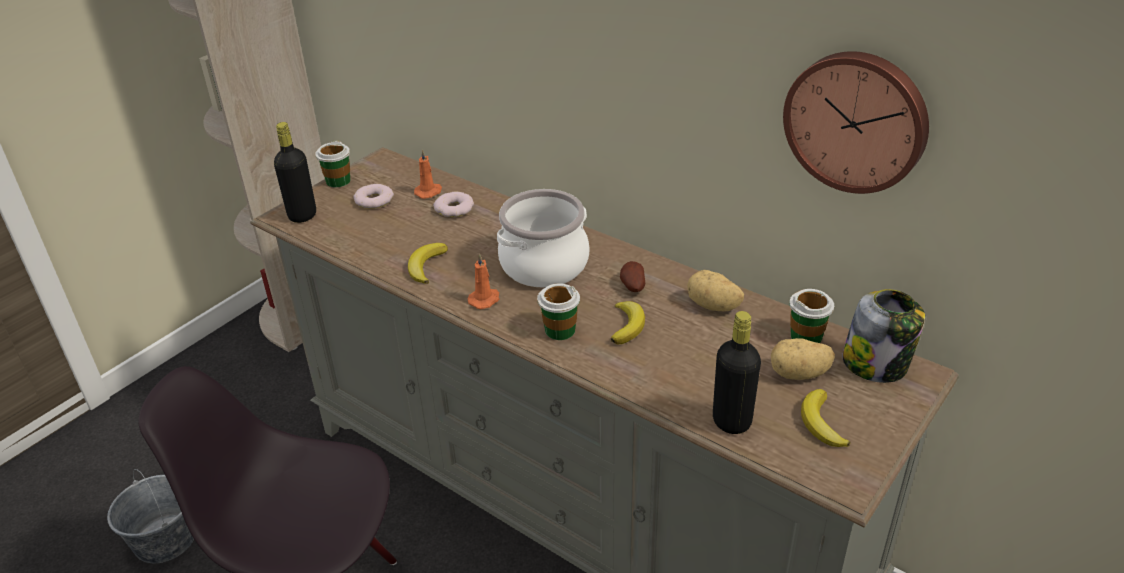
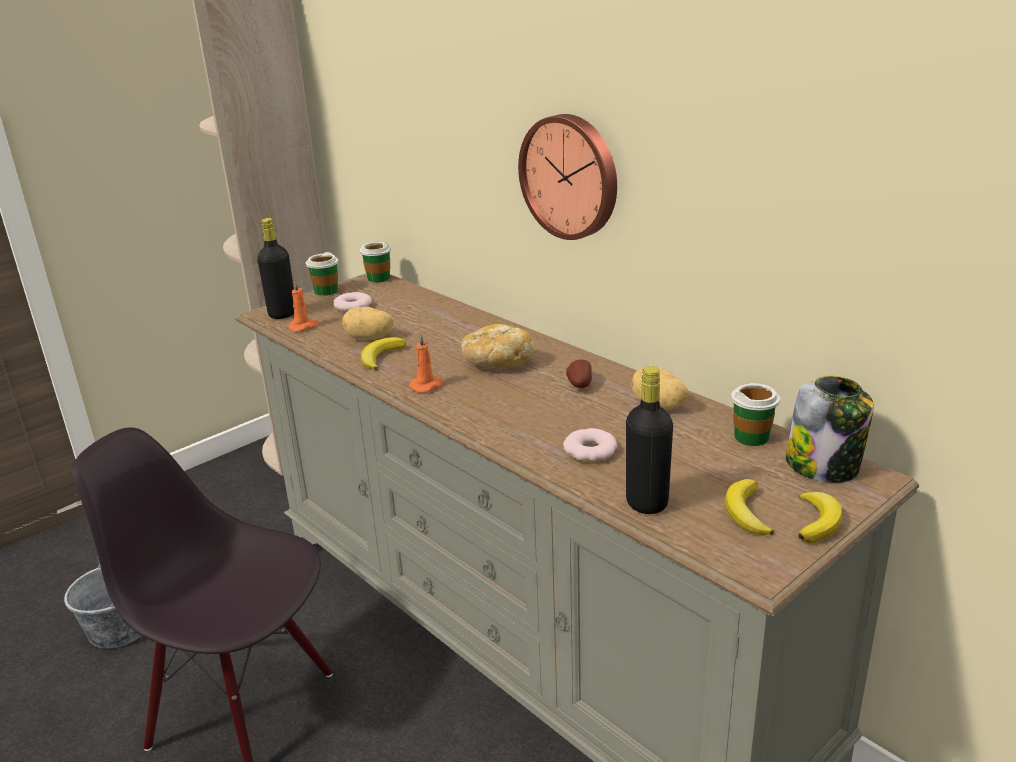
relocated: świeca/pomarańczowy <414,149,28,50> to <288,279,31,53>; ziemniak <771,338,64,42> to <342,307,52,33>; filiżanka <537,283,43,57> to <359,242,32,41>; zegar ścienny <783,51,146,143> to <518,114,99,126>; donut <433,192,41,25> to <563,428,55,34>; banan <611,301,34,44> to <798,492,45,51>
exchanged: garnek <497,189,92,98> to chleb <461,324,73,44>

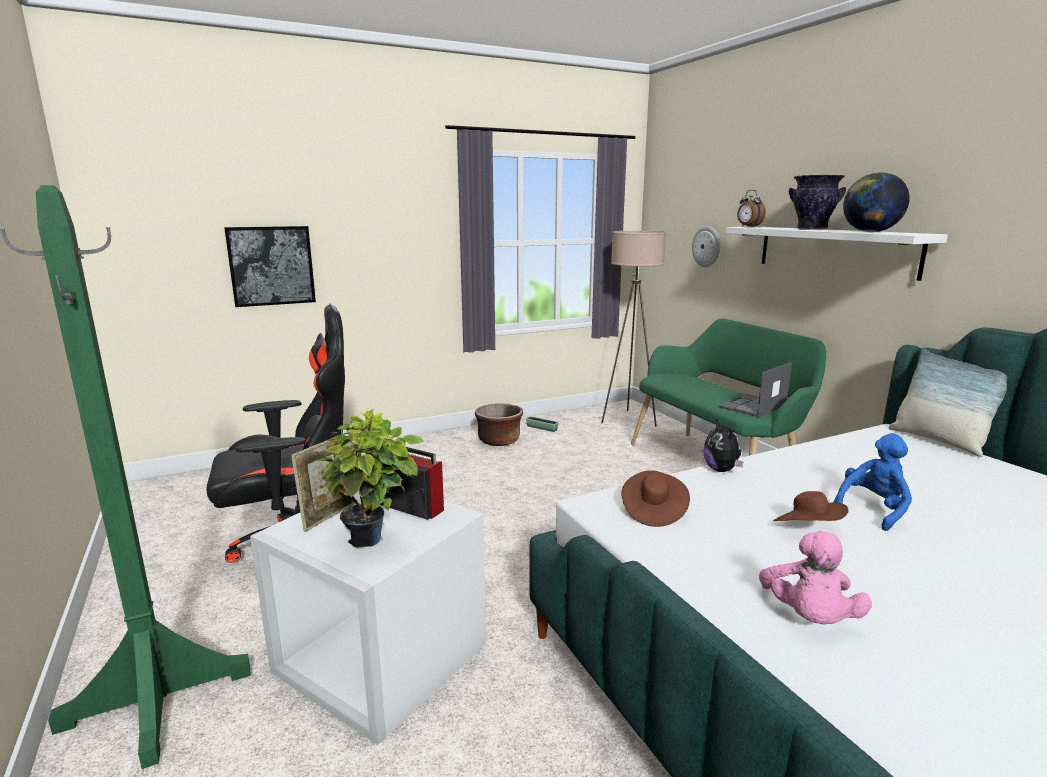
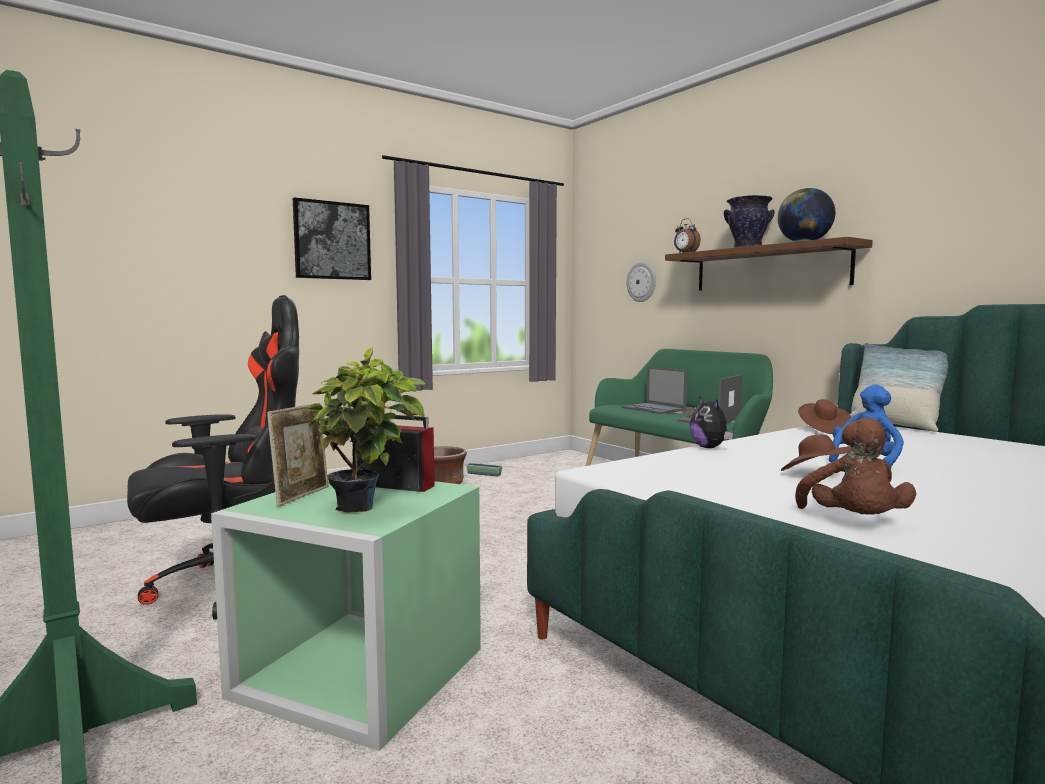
missing: lampa stojąca/beżowy <601,231,65,196>
appeared: laptop <621,367,66,47>
relocated: obraz <224,226,92,81> to <293,197,78,83>; kapelusz/brązowy <622,470,68,57> to <798,399,53,35>
colour: pojemnik do przechowywania/biały <250,490,236,255> to pojemnik do przechowywania/zielony <211,470,270,281>; półka/biały <726,226,222,55> to półka/brązowy <665,237,208,54>; pluszak/różowy <759,531,113,93> to pluszak/brązowy <795,418,121,96>

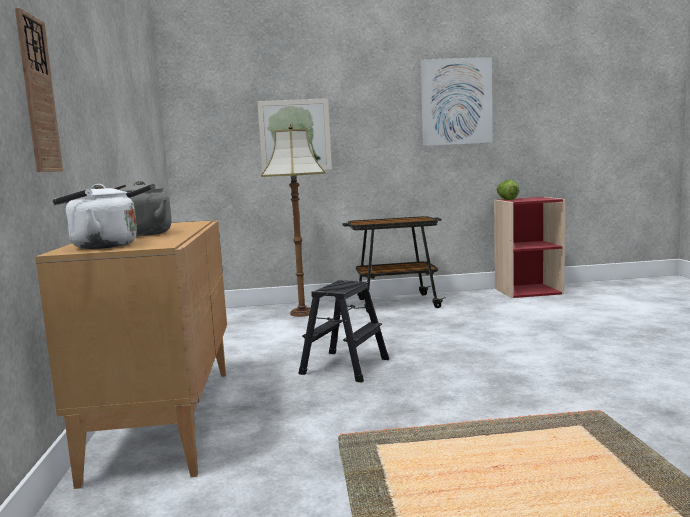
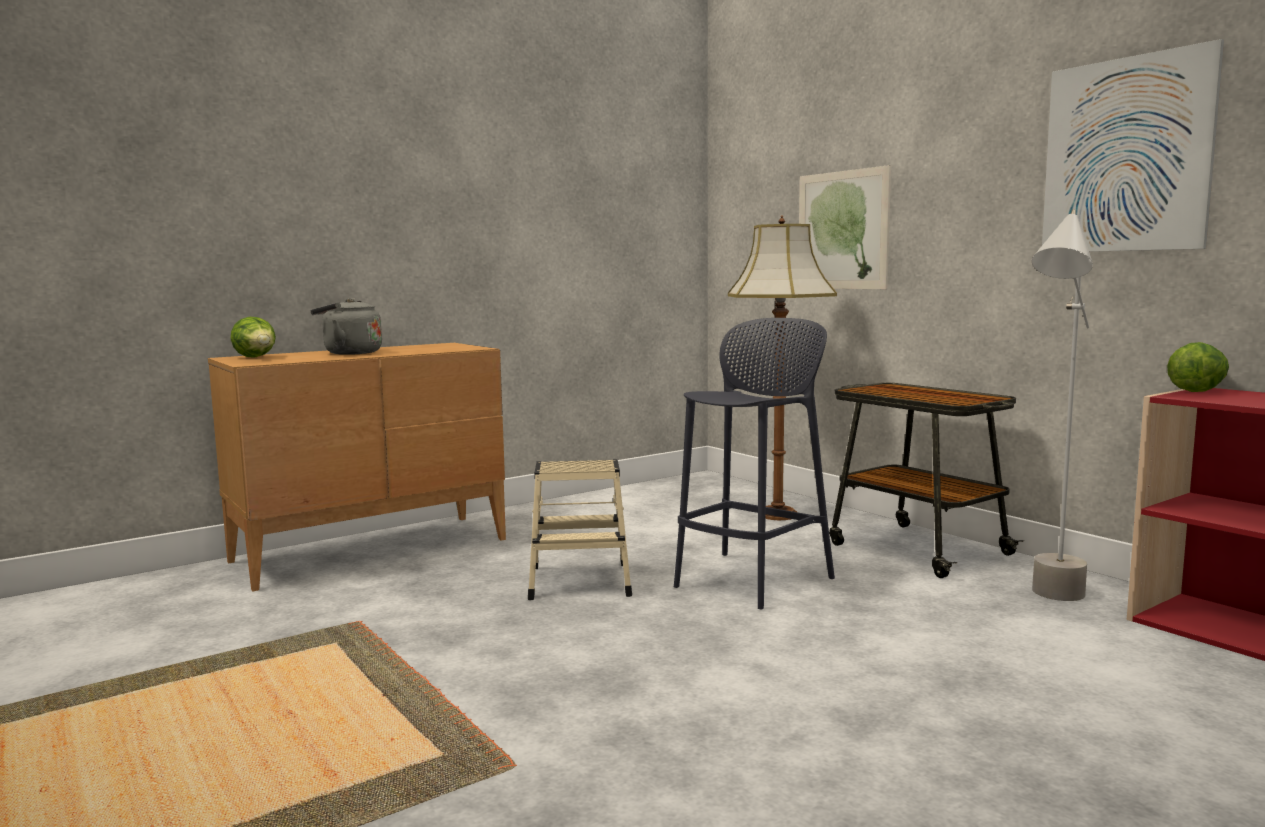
missing: zegar ścienny <15,8,48,164>
appeared: stołek/szary <674,318,161,291>; lampa stojąca/szary <1032,209,61,392>
exchanged: czajnik/biały <53,184,84,65> to sałata <231,317,45,41>
colour: drabinka/czarny <298,280,91,103> to drabinka/beżowy <528,459,104,141>

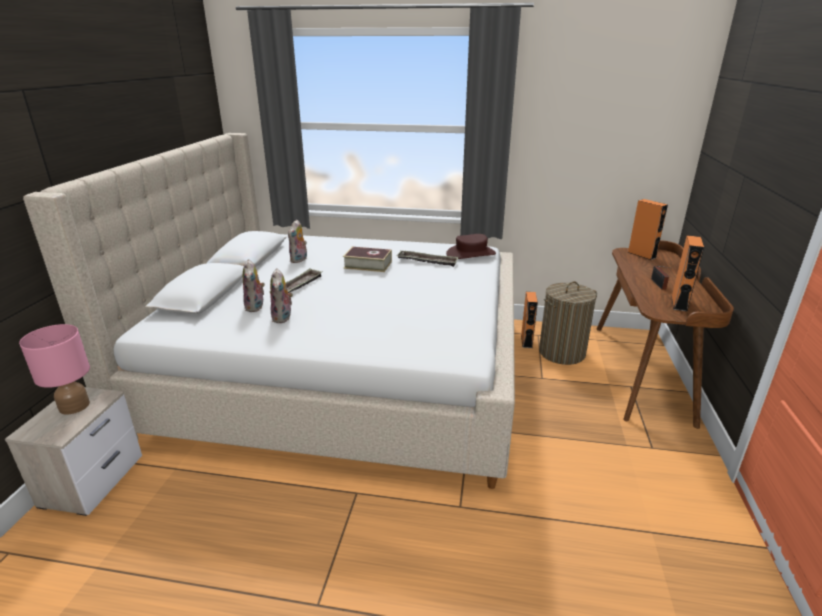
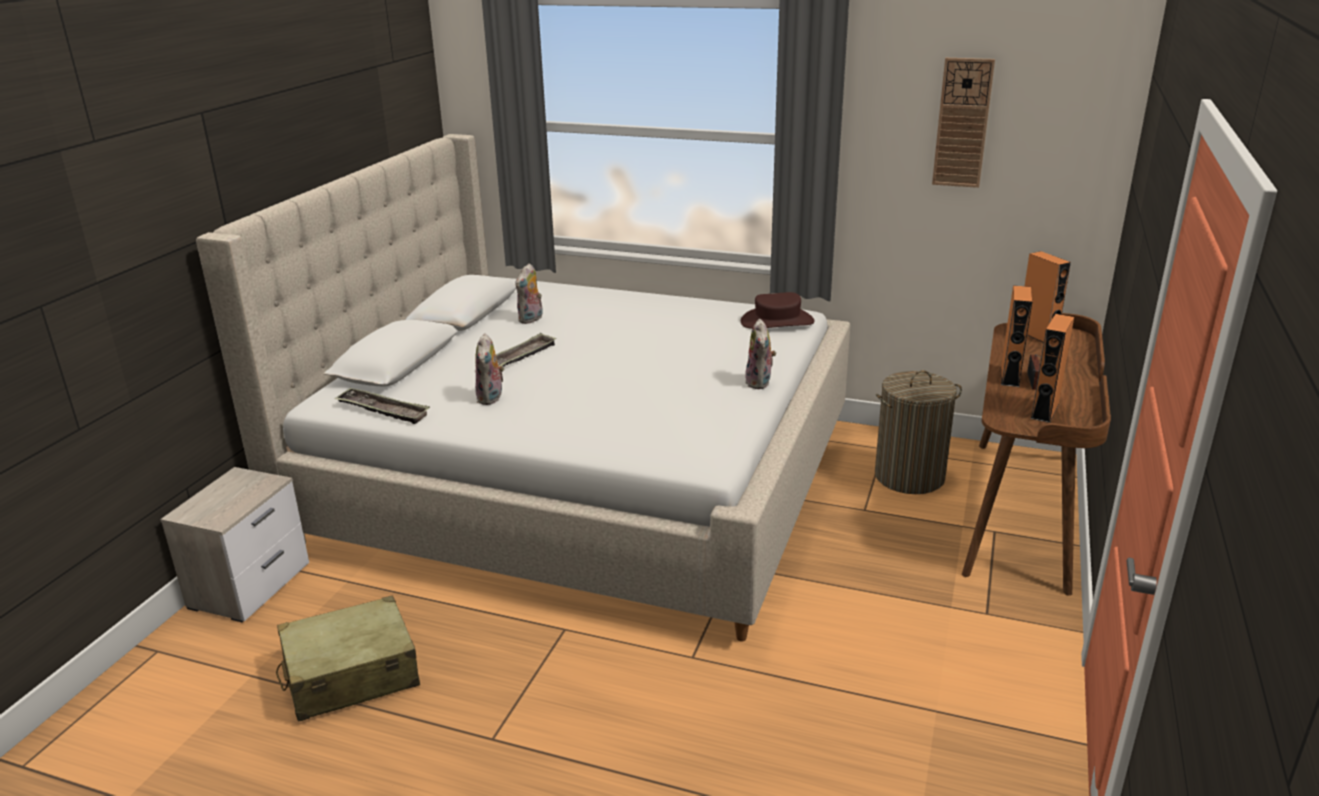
missing: lampa stołowa/różowy <19,324,71,91>; książka <343,247,49,25>
appeared: walizka/beżowy <276,596,144,126>; zegar ścienny <932,58,63,130>
relocated: taca <397,251,62,16> to <335,388,95,36>; pluszak <243,259,22,53> to <745,319,31,70>; głośnik/pomarańczowy <521,292,17,56> to <1001,285,31,102>

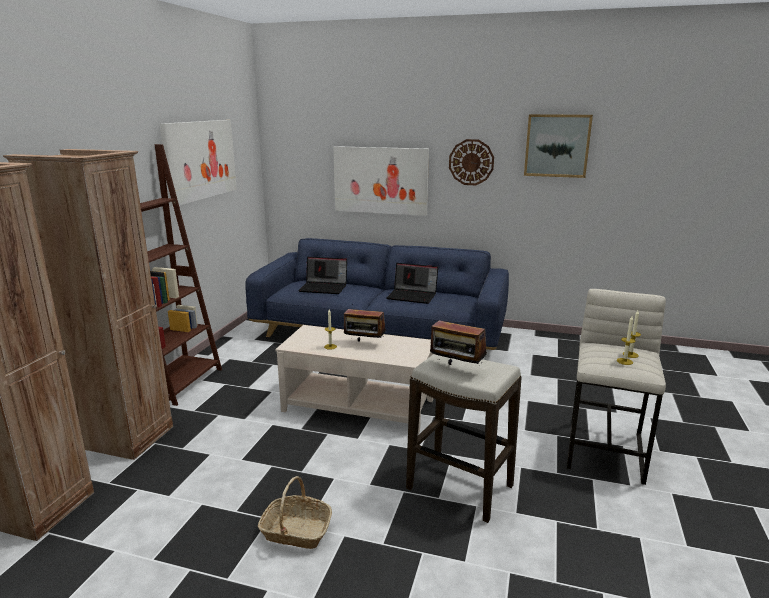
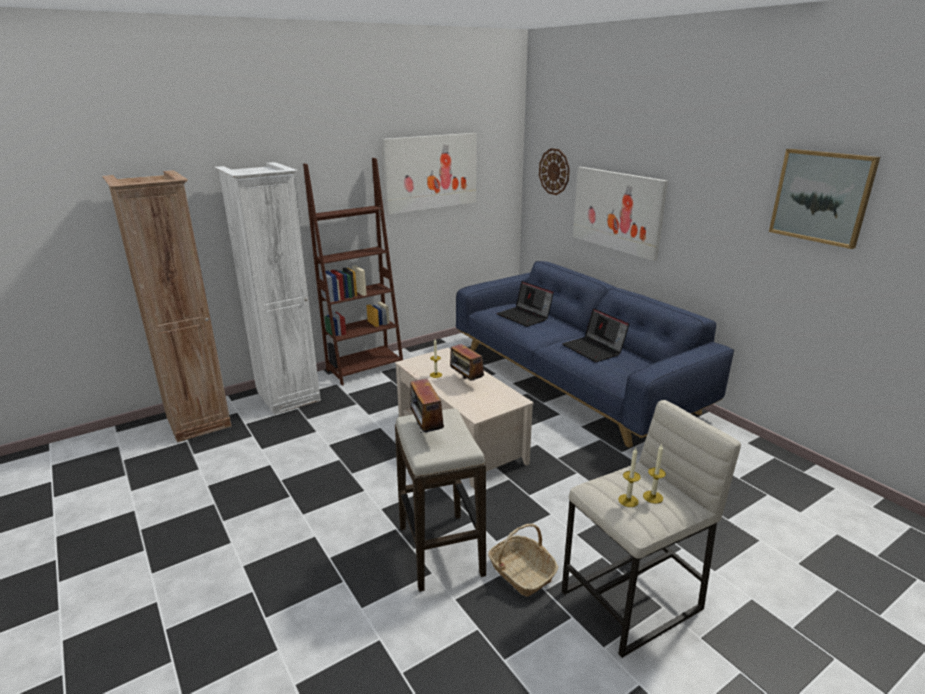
relocated: koszyk <258,476,74,73> to <488,524,70,73>; zegar ścienny <449,139,45,46> to <539,148,31,47>
colour: szafka/brązowy <3,149,170,311> to szafka/biały <215,162,106,253>

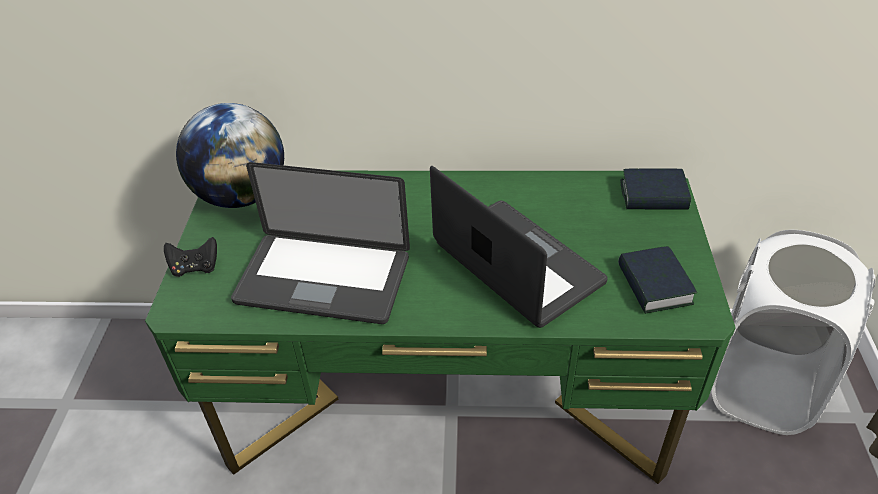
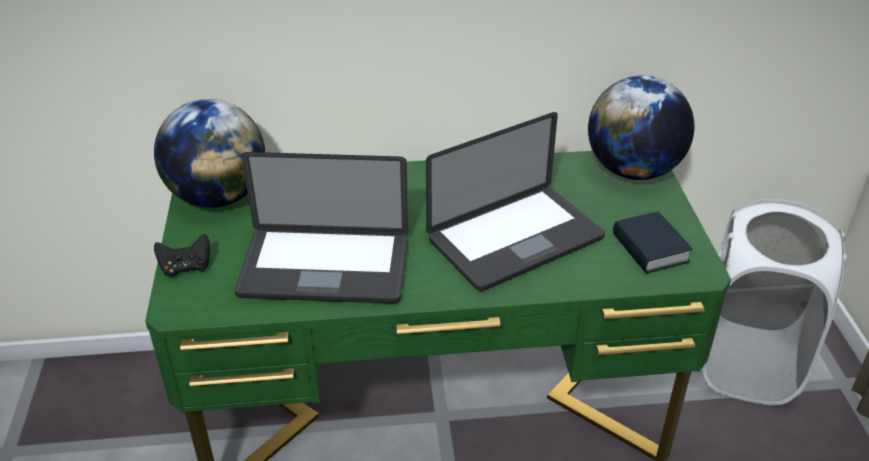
exchanged: książka <620,169,71,41> to globus <588,76,106,104>
spun: laptop <430,166,178,162> = <426,112,179,179> 105 degrees clockwise

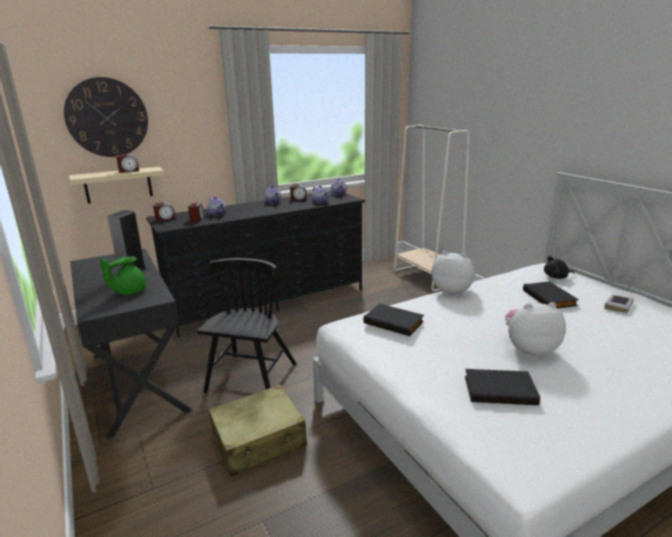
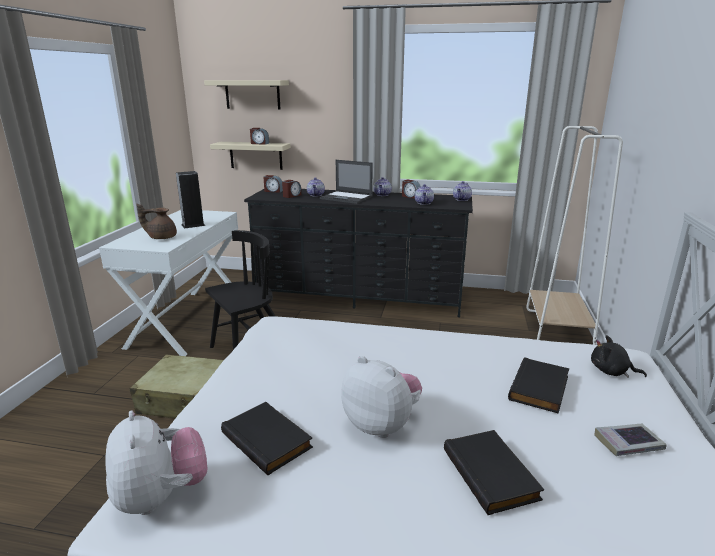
appeared: laptop <320,160,53,44>
relocated: pluszak <432,251,43,45> to <105,410,102,105>; książka/czarny <363,304,61,32> to <444,430,100,85>
exchanged: zegar ścienny <64,77,84,80> to półka/beżowy <204,80,85,29>
colour: biurko/czarny <70,249,122,190> to biurko/biały <99,210,139,146>; imbryk/zielony <100,257,46,38> to imbryk/brązowy <137,204,40,35>

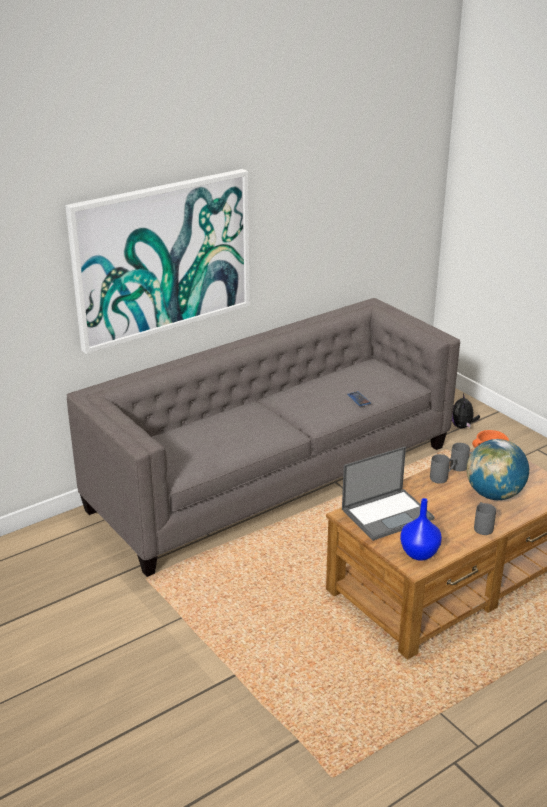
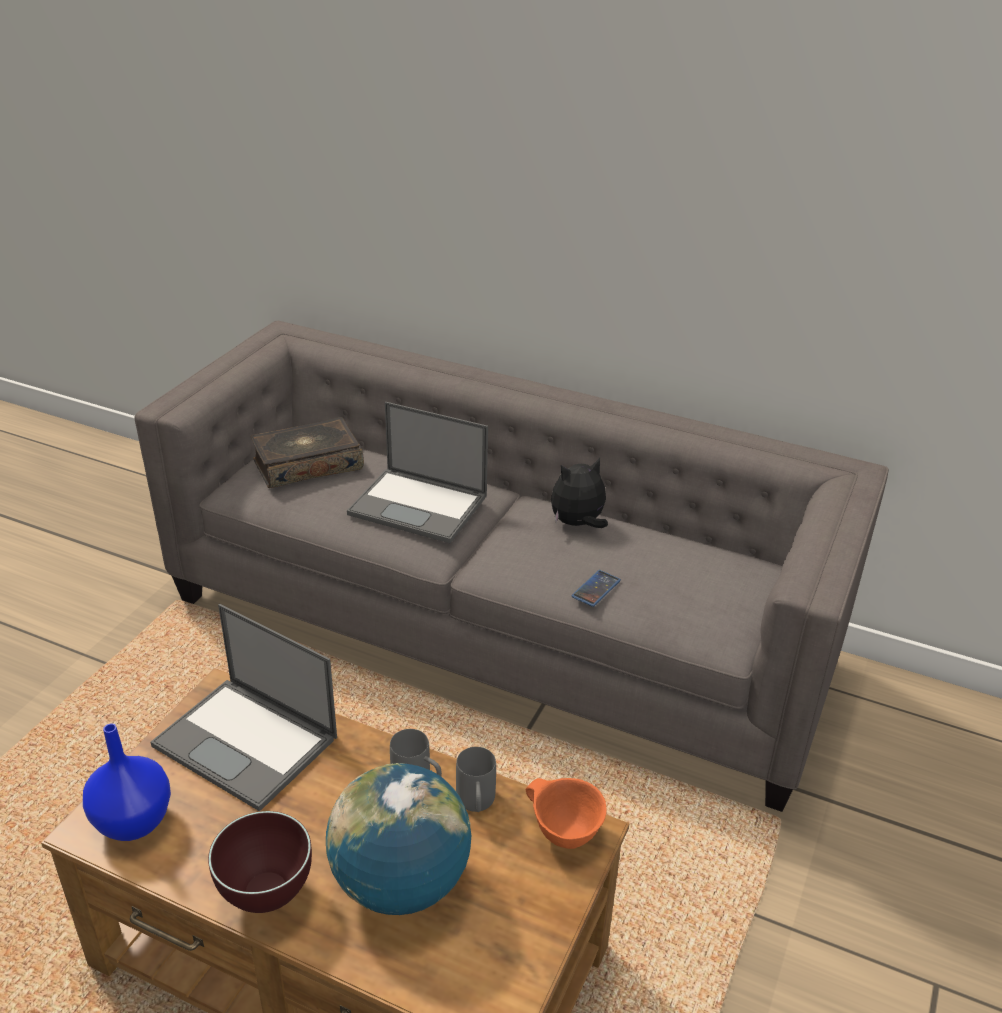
missing: obraz <65,169,185,185>
appeared: książka <251,417,113,71>; laptop <347,402,141,141>
relocated: pluszak <452,393,28,35> to <551,458,57,70>
exchanged: kubek/szary <474,502,22,33> to miska/brązowy <208,811,104,102>

